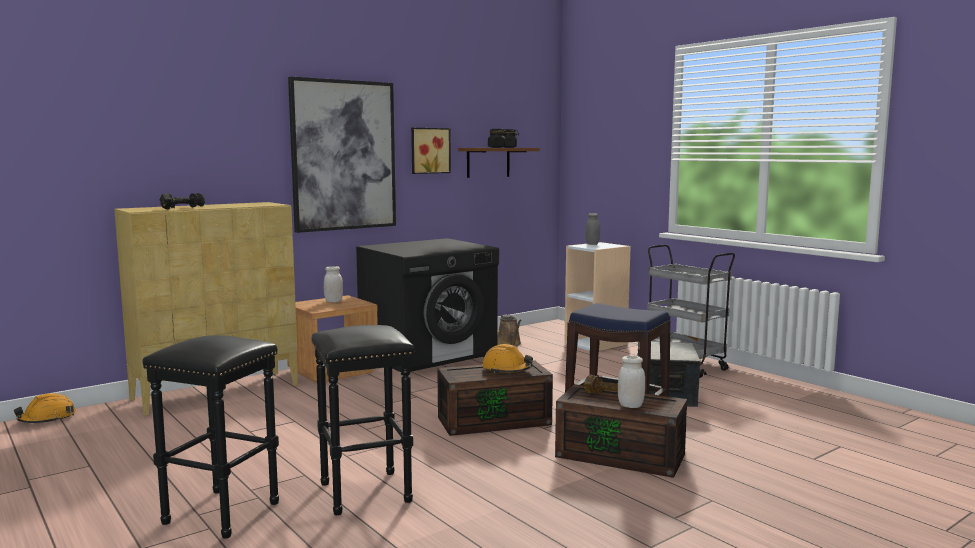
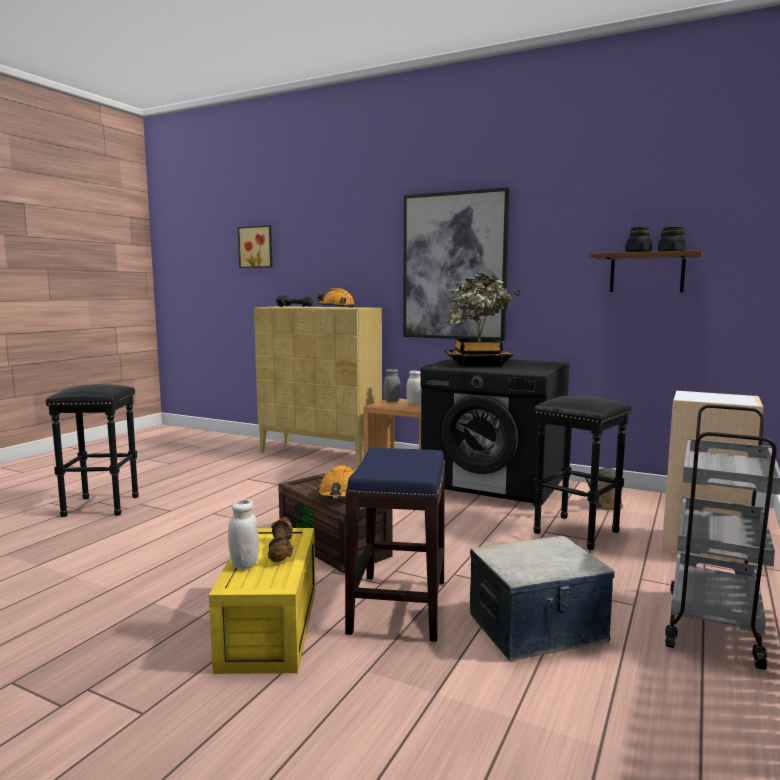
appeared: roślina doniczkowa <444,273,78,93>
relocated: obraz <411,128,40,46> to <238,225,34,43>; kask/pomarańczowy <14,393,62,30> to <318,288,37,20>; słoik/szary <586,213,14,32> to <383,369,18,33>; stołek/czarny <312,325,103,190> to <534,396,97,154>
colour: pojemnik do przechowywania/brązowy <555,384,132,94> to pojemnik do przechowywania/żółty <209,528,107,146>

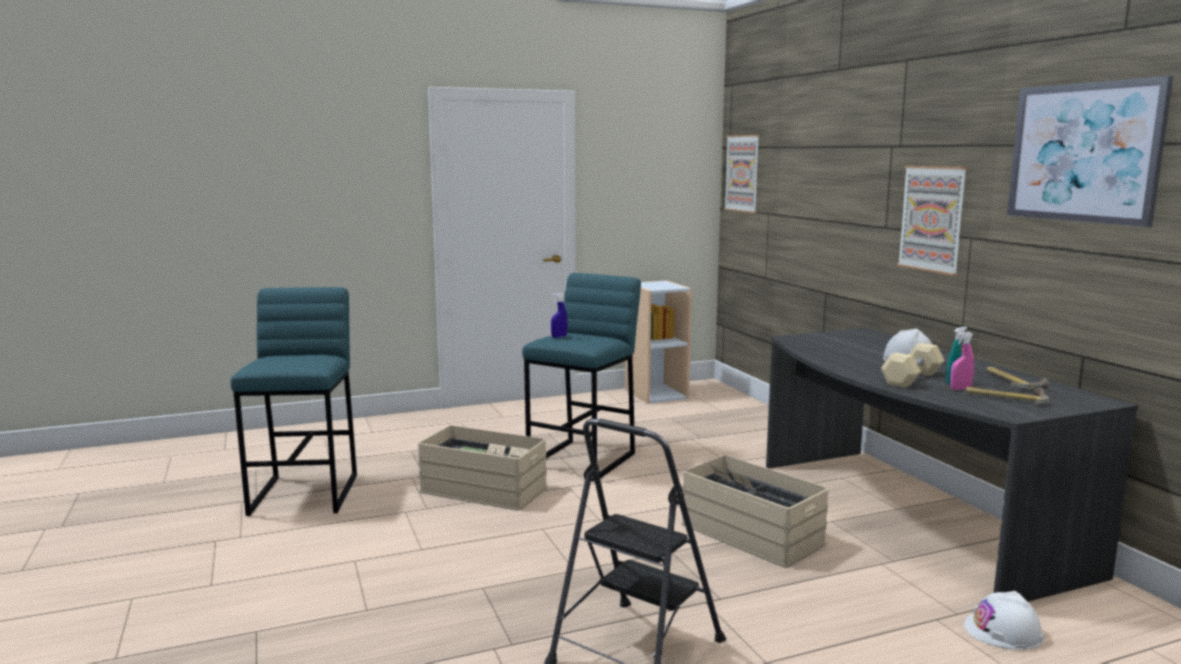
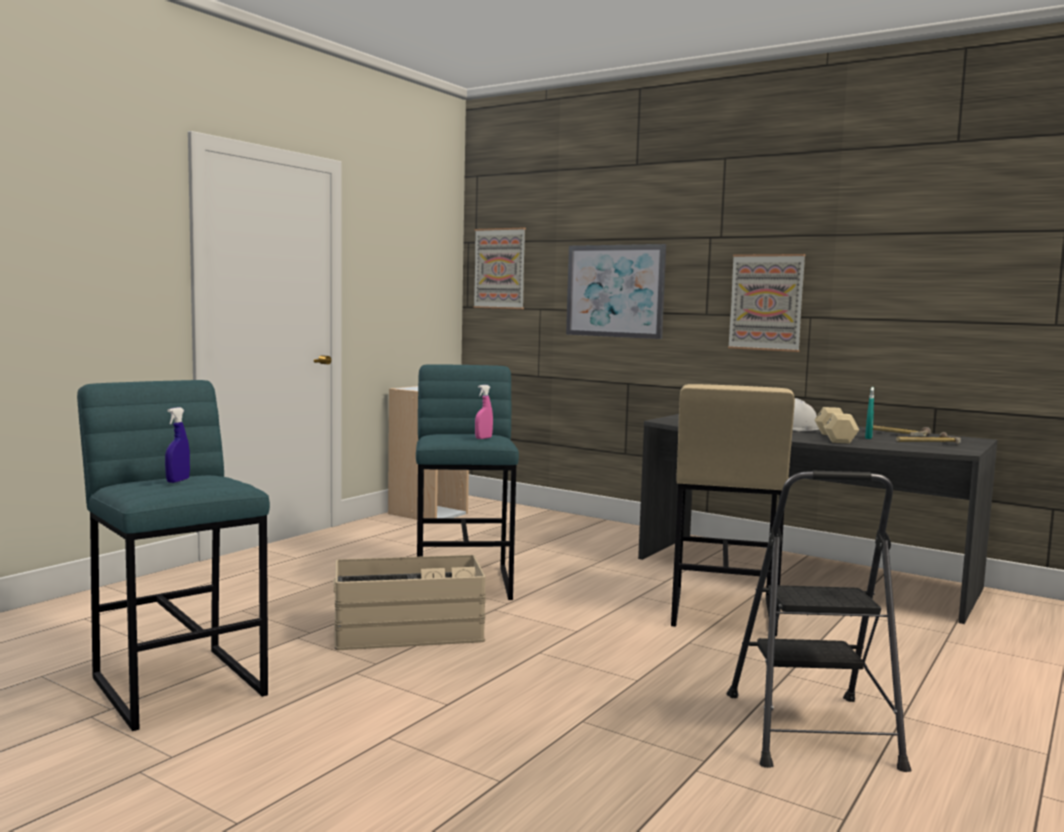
missing: kask/biały <964,591,80,59>
relocated: spryskiwacz/niebieski <551,293,17,45> to <165,407,25,76>; spryskiwacz/różowy <950,332,24,58> to <475,385,18,54>; obraz <1007,76,166,151> to <566,244,100,95>
exchanged: pojemnik do przechowywania/beżowy <681,455,148,113> to stołek/beżowy <671,384,124,252>

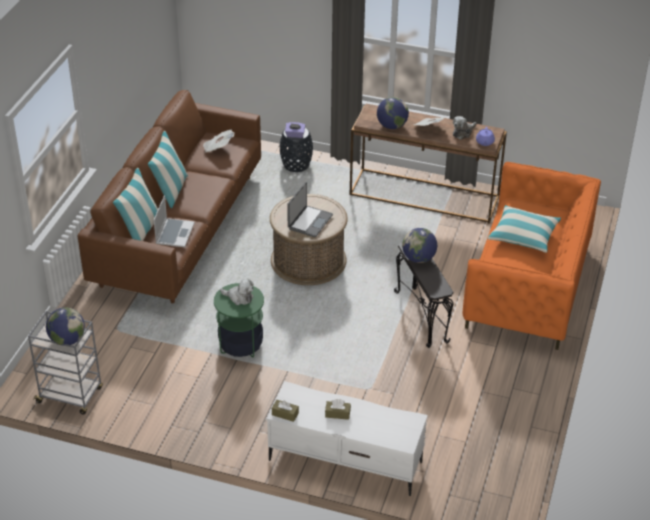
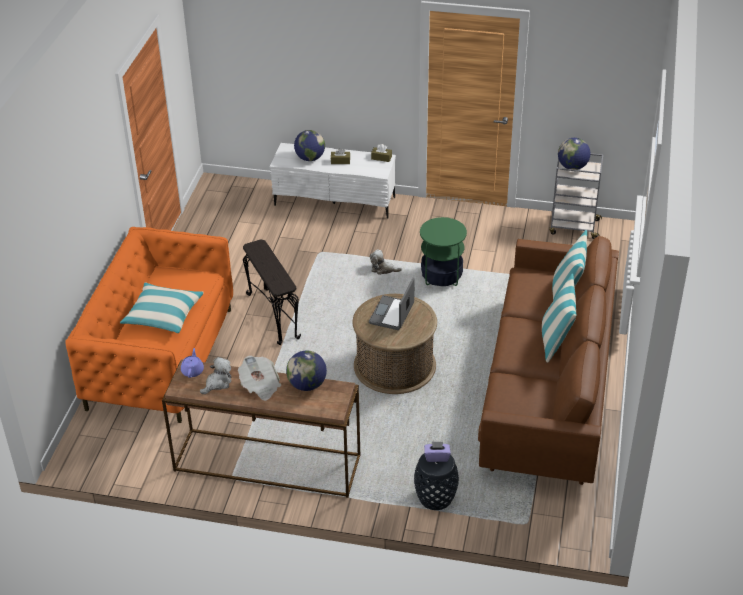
missing: laptop <154,195,41,52>; gazeta <203,130,32,23>
relocated: globus <402,228,35,35> to <294,130,31,31>; pluszak <220,279,34,26> to <370,250,32,25>

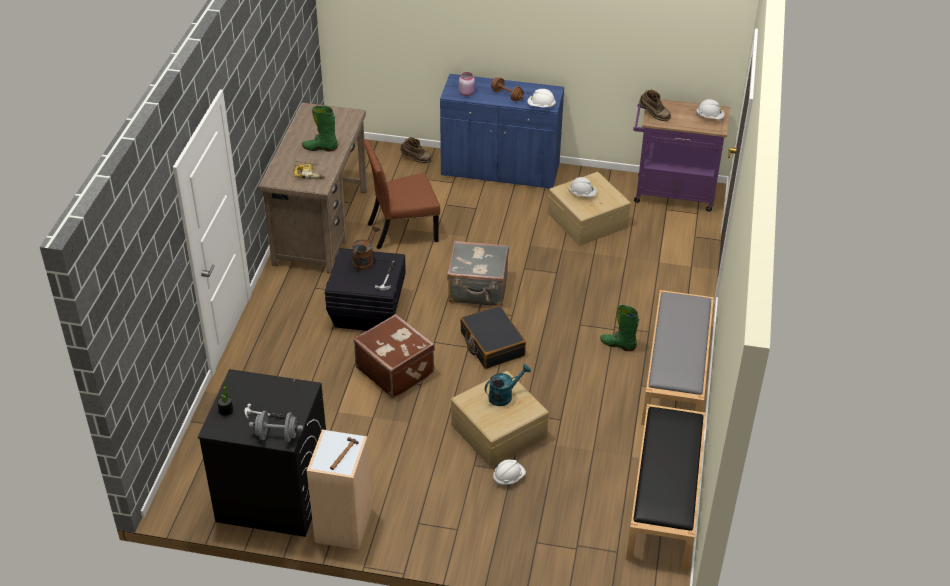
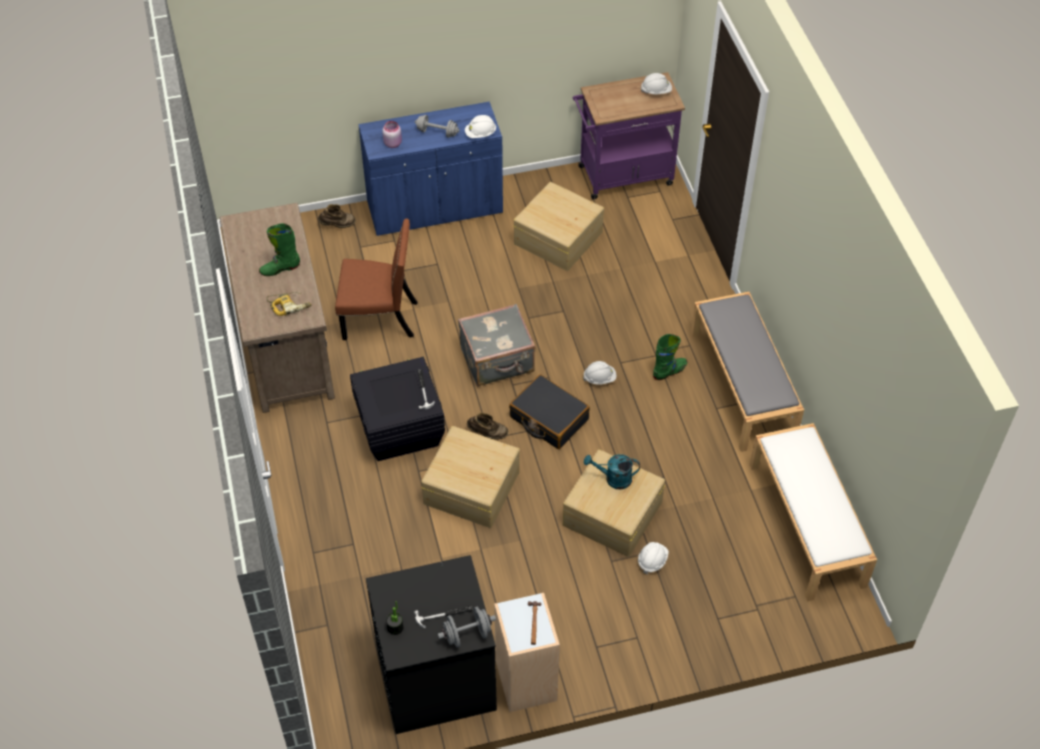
missing: konewka/brązowy <352,225,28,45>
relocated: but z cholewką/brązowy <639,90,32,31> to <467,412,41,27>; kask/biały <568,177,29,20> to <583,361,33,24>
exchanged: walizka/brązowy <354,314,81,84> to pojemnik do przechowywania/beżowy <421,426,99,102>
colour: hantel/brązowy <491,77,33,24> to hantel/szary <415,115,45,23>; ławka/czarny <626,404,80,166> to ławka/biały <750,423,127,178>
spun: krzesło/brązowy <364,139,77,110> = <335,219,82,121> 135 degrees counterclockwise; konewka/turkusowy <485,364,46,42> = <584,454,56,35> 120 degrees counterclockwise; but z cholewką/zielony <600,305,39,46> = <653,334,34,46> 150 degrees clockwise

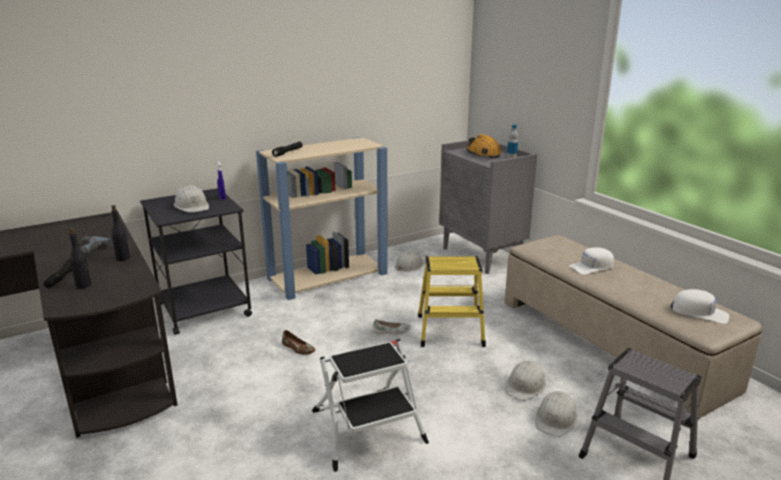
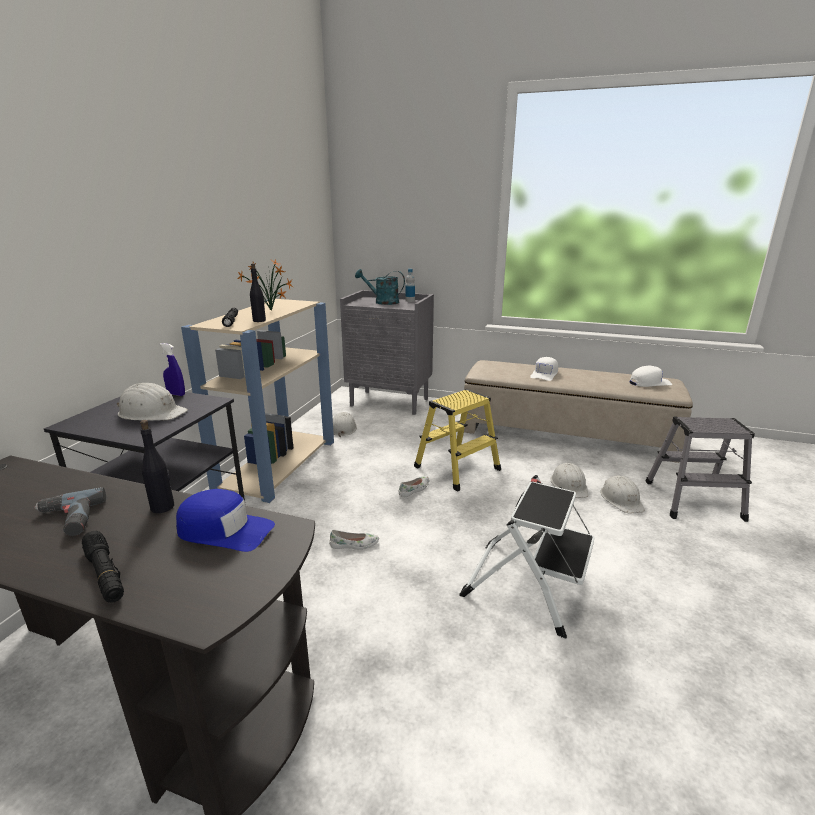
appeared: czapka z daszkiem/niebieski <176,489,99,63>; roślina doniczkowa <237,259,56,51>
relocated: butelka/czarny <69,228,22,61> to <250,263,16,59>
exchanged: kask/pomarańczowy <467,134,34,25> to konewka/turkusowy <355,269,50,36>
colour: but/brązowy <282,330,33,24> to but/biały <329,530,50,20>

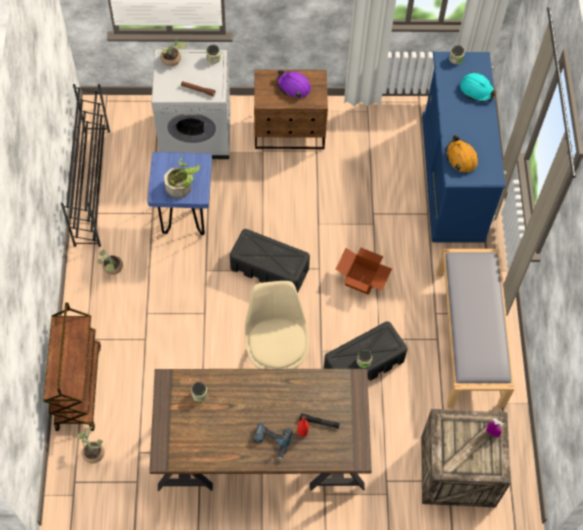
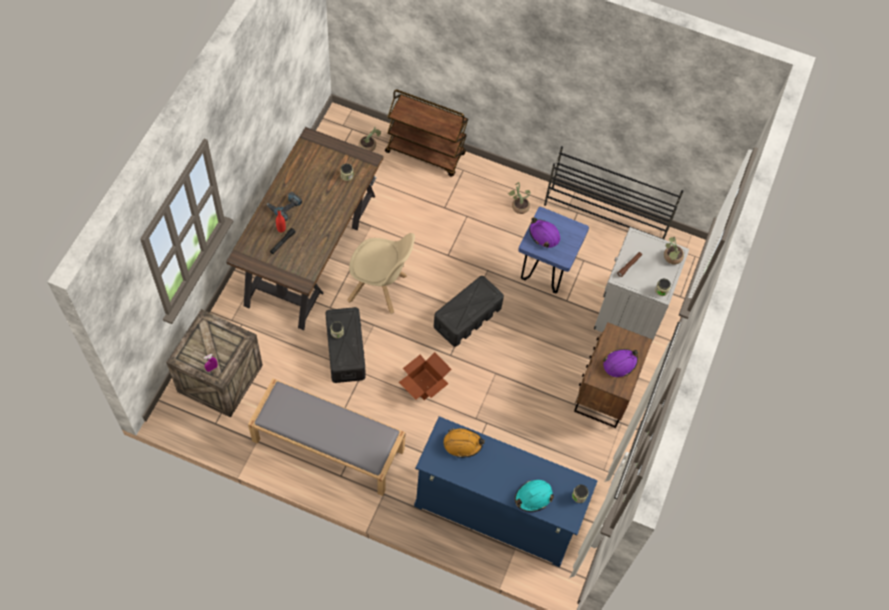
exchanged: roślina doniczkowa <164,158,36,40> to kask/fioletowy <529,217,31,31>

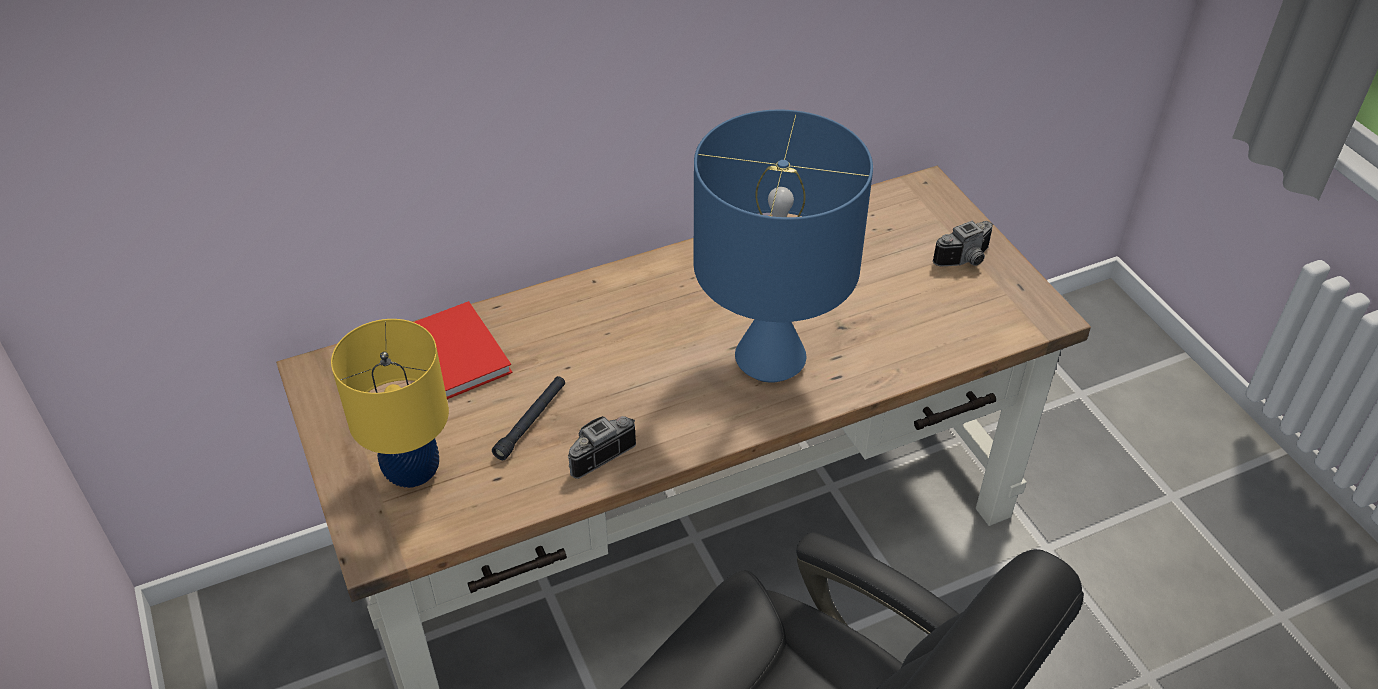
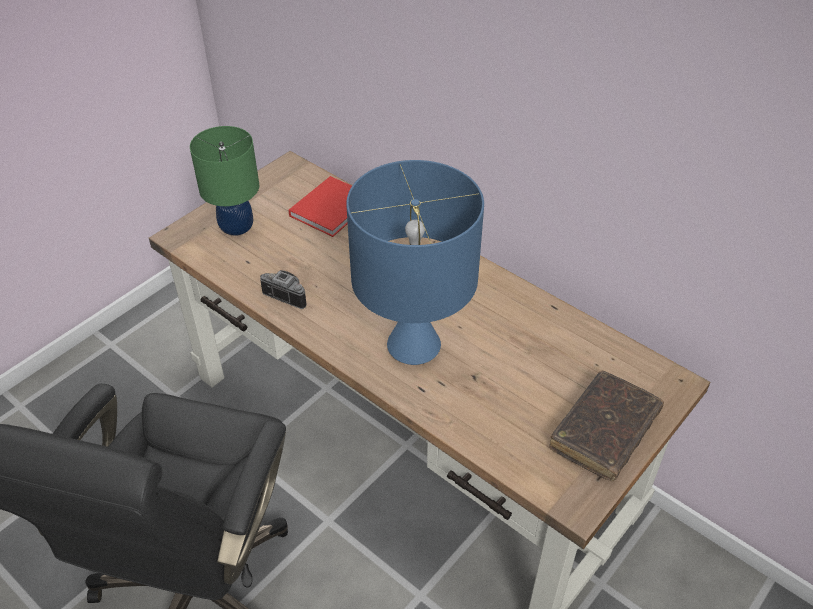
missing: latarka/czarny <492,376,73,84>
exchanged: aparat fotograficzny <933,221,60,45> to książka/brązowy <549,371,115,111>
colour: lampa stołowa/żółty <331,319,118,169> to lampa stołowa/zielony <190,126,69,110>

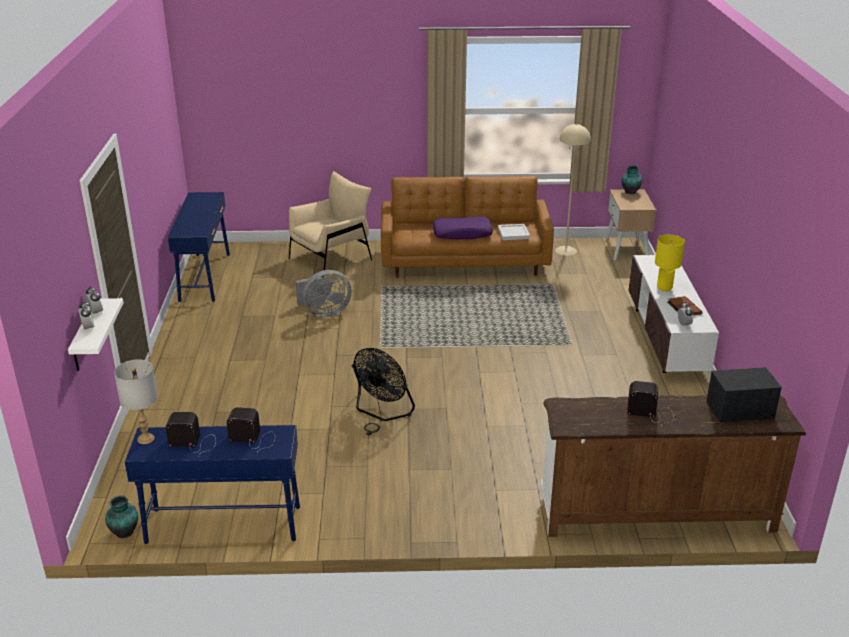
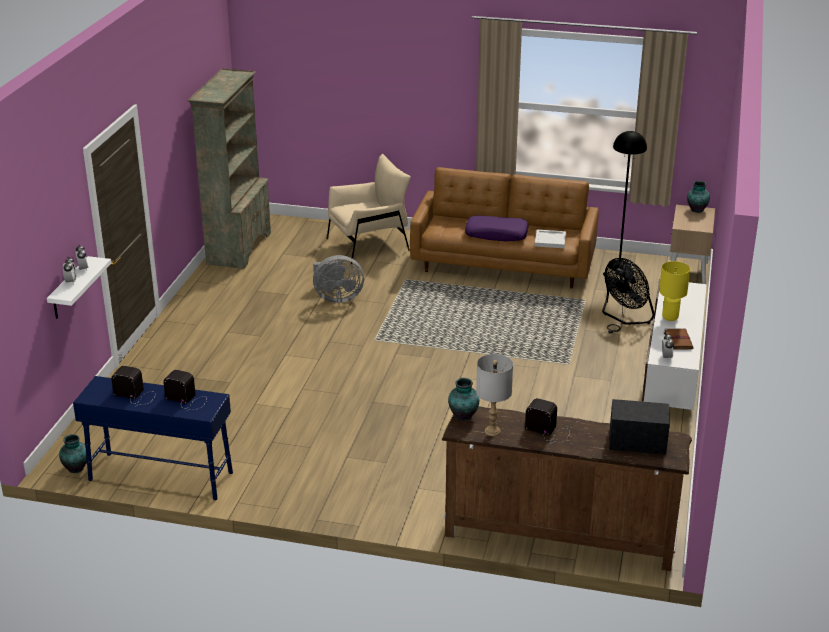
appeared: wazon <448,378,31,43>
relocated: lampa stołowa/szary <114,359,44,85> to <476,354,37,82>; wentylator/czarny <352,348,63,88> to <602,258,52,75>
exchanged: stolik konsolowy/niebieski <168,192,62,110> to regał/zielony <187,68,84,201>
colour: lampa stojąca/beżowy <555,124,36,132> to lampa stojąca/czarny <609,131,38,139>

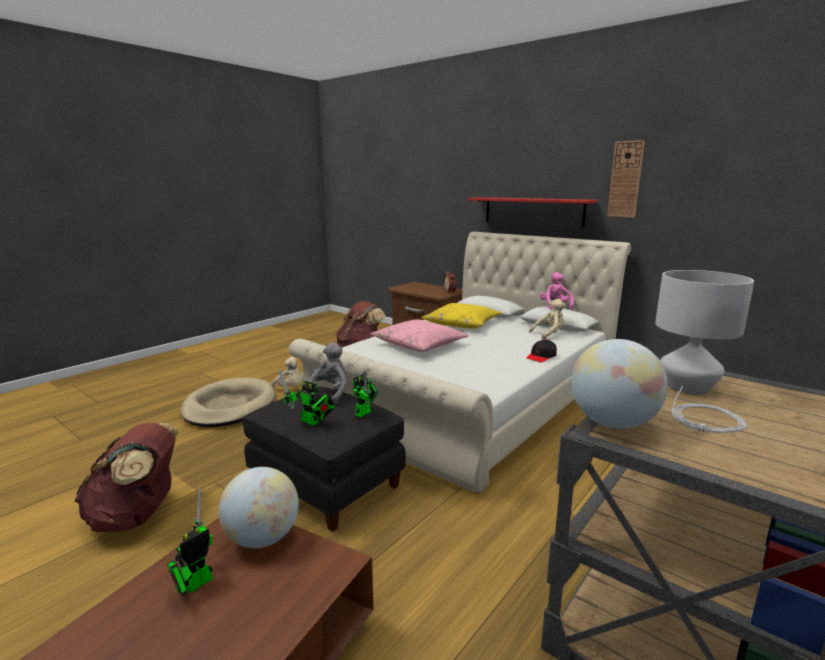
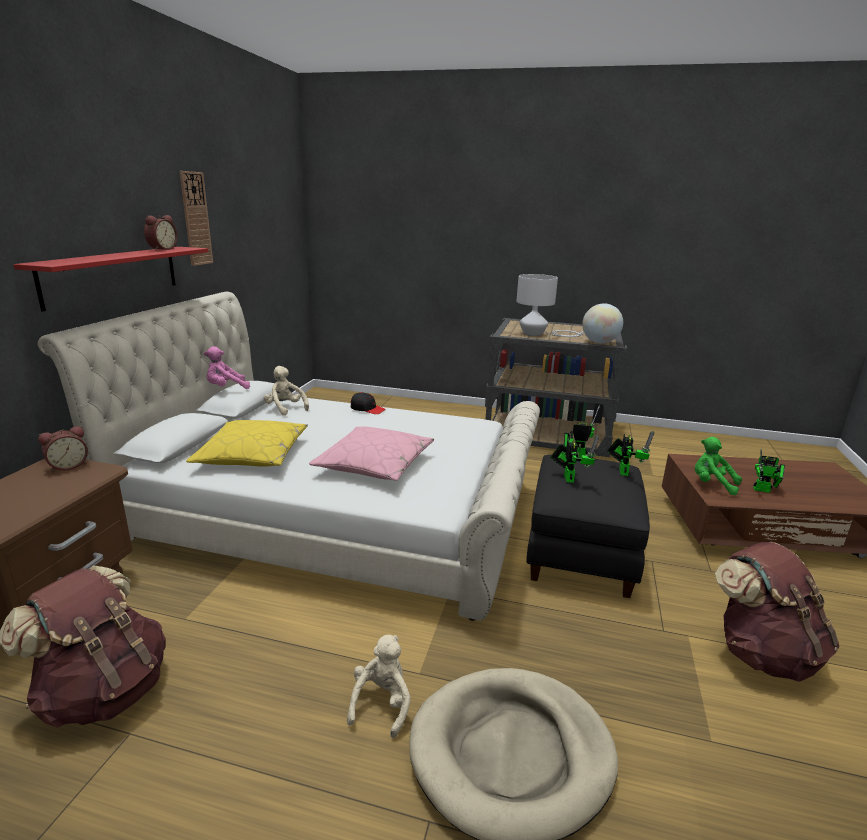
appeared: budzik <144,215,34,35>
exchanged: pluszak/szary <309,342,38,63> to robot zabawkowy <550,435,49,48>; globus <219,467,80,81> to pluszak/zielony <695,437,47,58>

